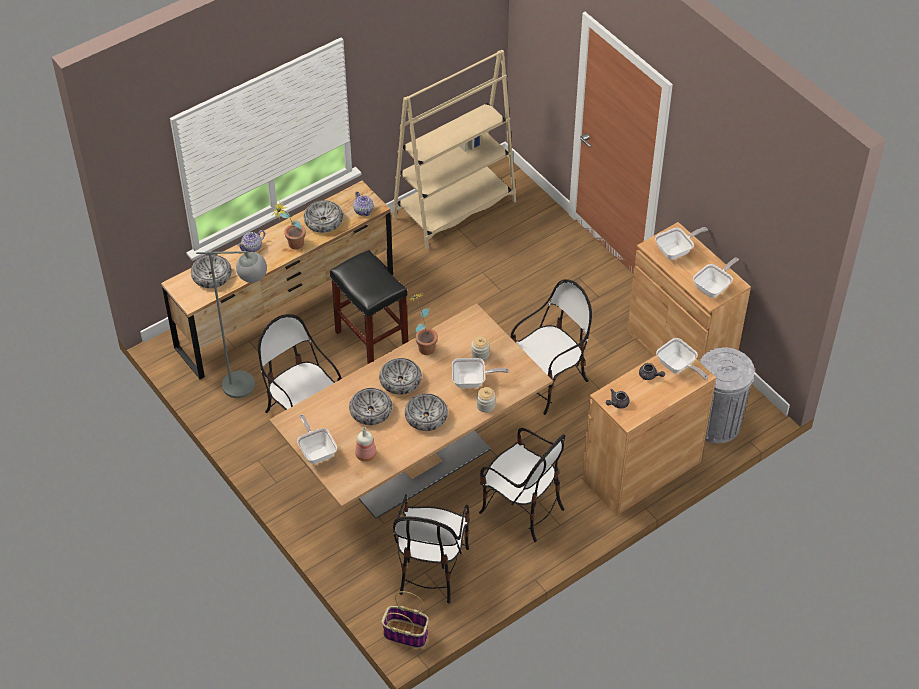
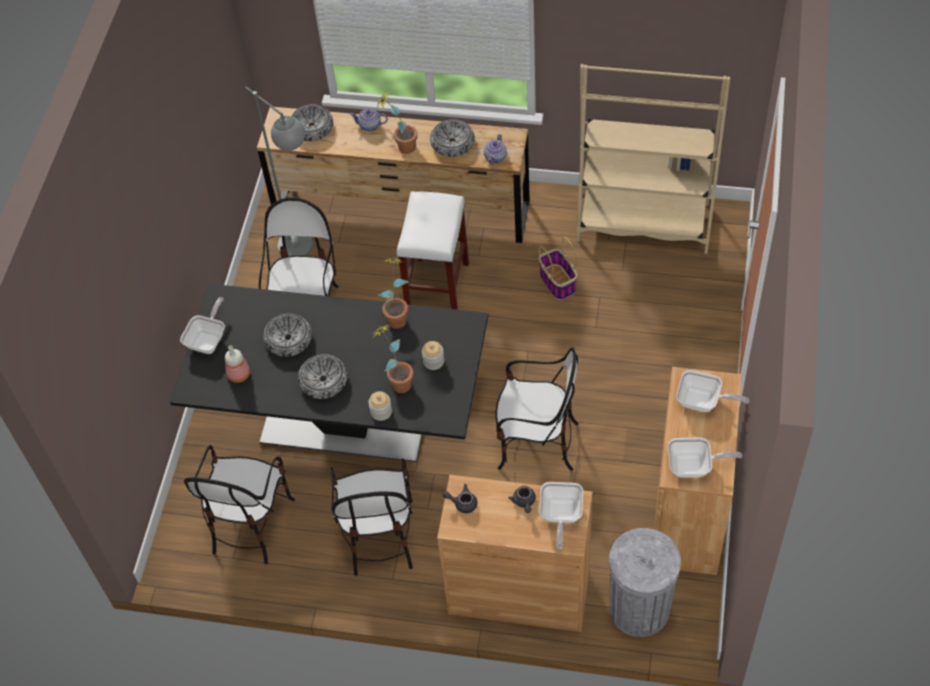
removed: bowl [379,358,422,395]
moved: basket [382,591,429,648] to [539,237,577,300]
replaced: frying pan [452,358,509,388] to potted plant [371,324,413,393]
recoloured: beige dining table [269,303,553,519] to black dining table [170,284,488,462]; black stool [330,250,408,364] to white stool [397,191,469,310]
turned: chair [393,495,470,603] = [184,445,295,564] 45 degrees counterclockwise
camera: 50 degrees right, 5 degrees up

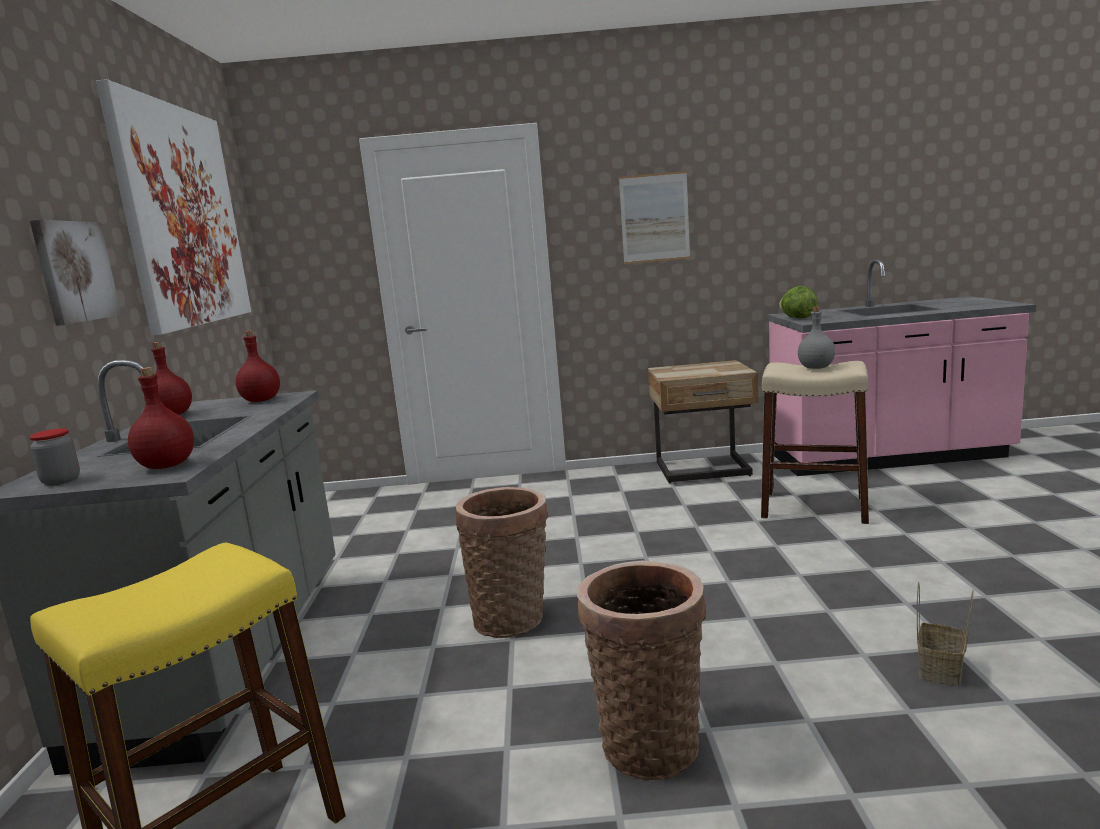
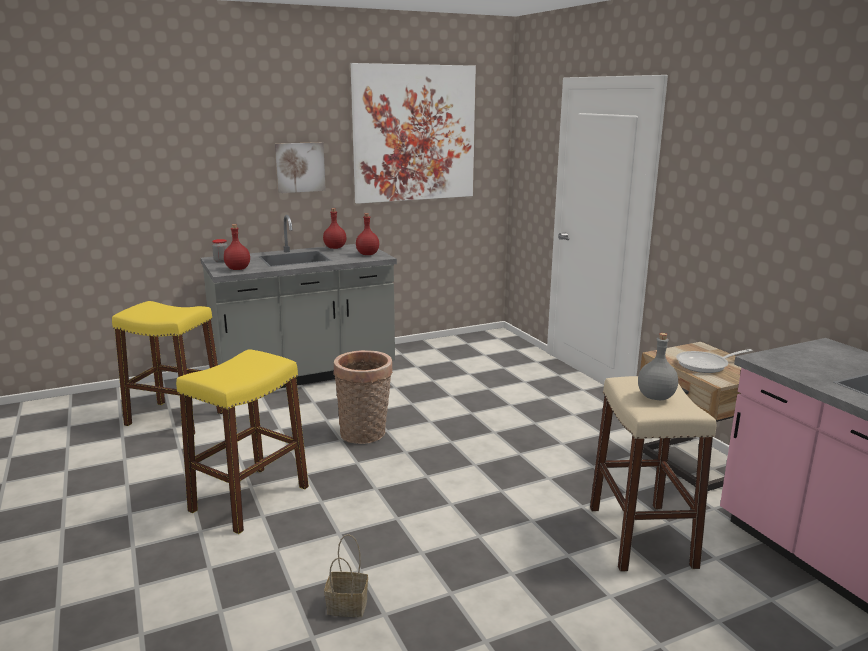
removed: picture [619,171,690,264]; lettuce [779,286,817,319]
added: frying pan [676,349,753,373]
replaced: basket [577,560,706,780] to yellow stool [176,349,309,534]
camera: 65 degrees right, 5 degrees up

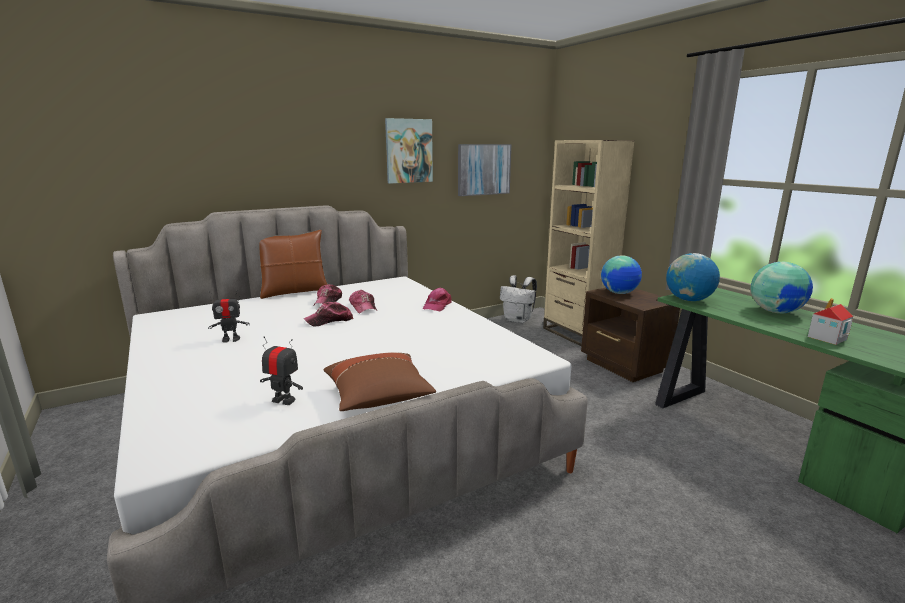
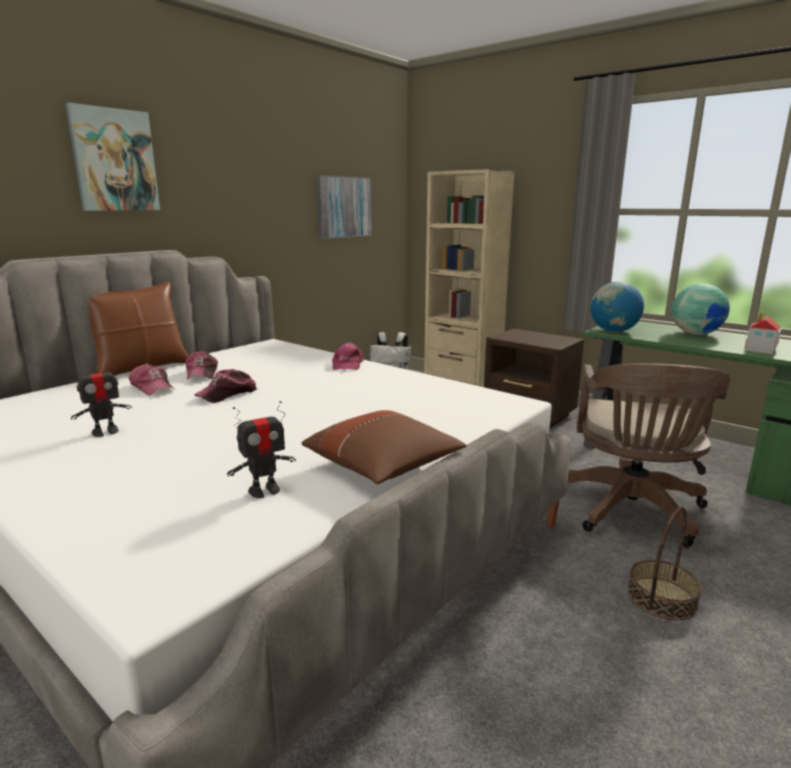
removed: globe [601,255,642,294]
added: brown office chair [567,363,731,548]; basket [628,507,702,620]
moved: cap [349,290,377,314] to [129,364,174,396]; picture [385,118,433,184] to [65,103,160,211]
turned: toy robot [260,336,303,405] = [227,401,296,498] 150 degrees clockwise
camera: 20 degrees left, 0 degrees up

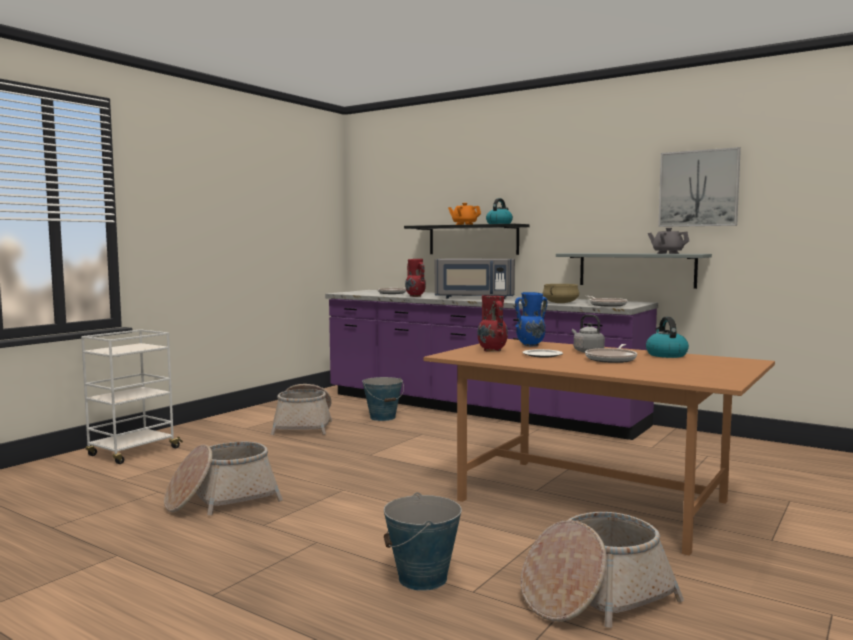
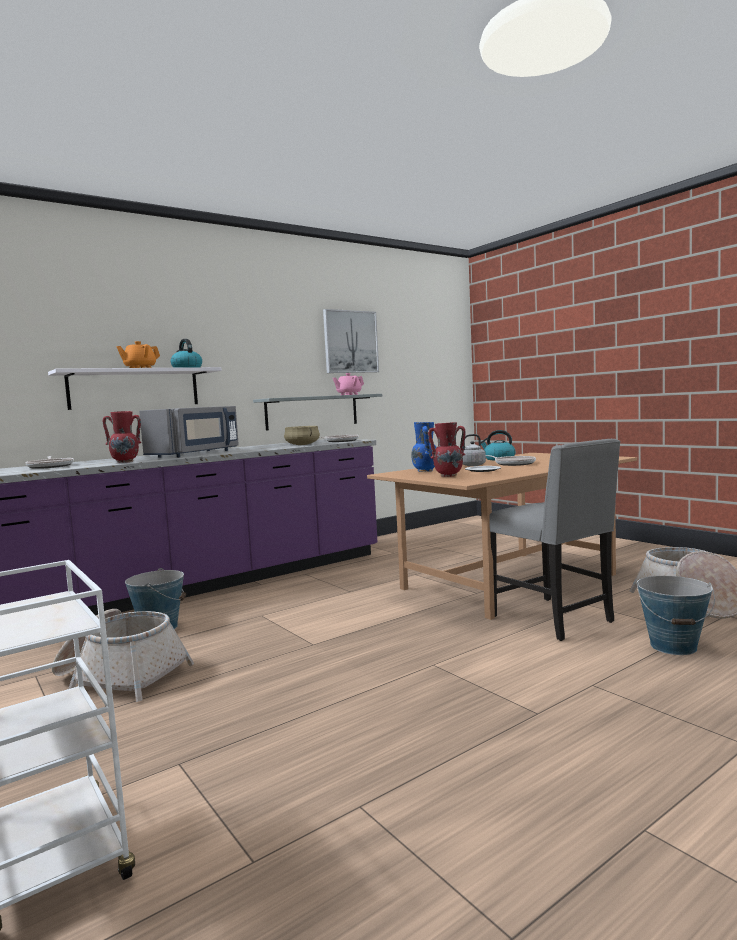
removed: basket [164,442,283,515]
added: grey chair [489,439,621,641]
recoloured: black shelf [404,224,530,255] to white shelf [48,367,222,410]; grey teapot [648,228,689,254] to pink teapot [333,373,364,395]
camera: 70 degrees left, 0 degrees up

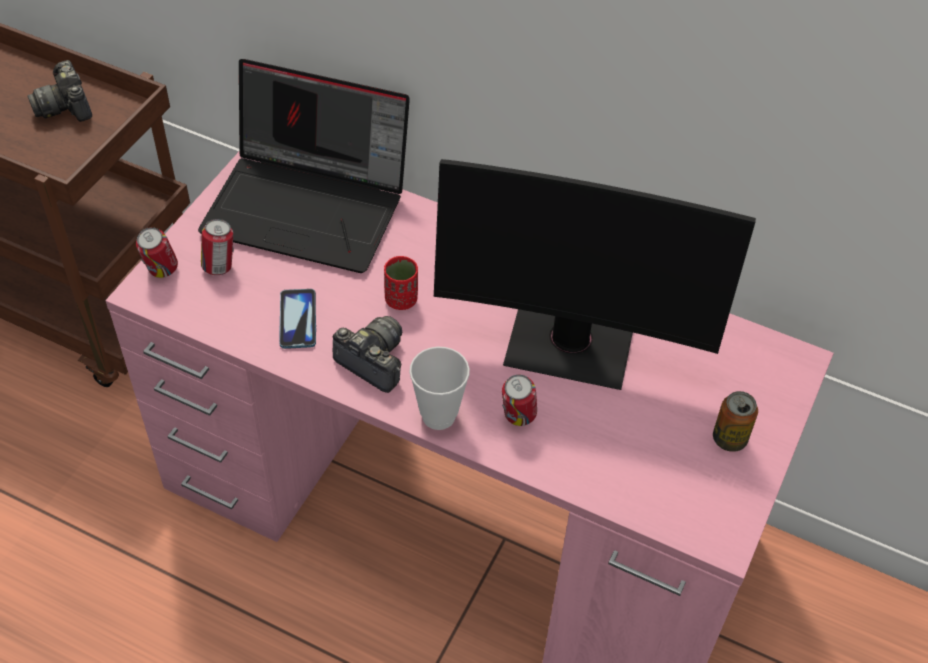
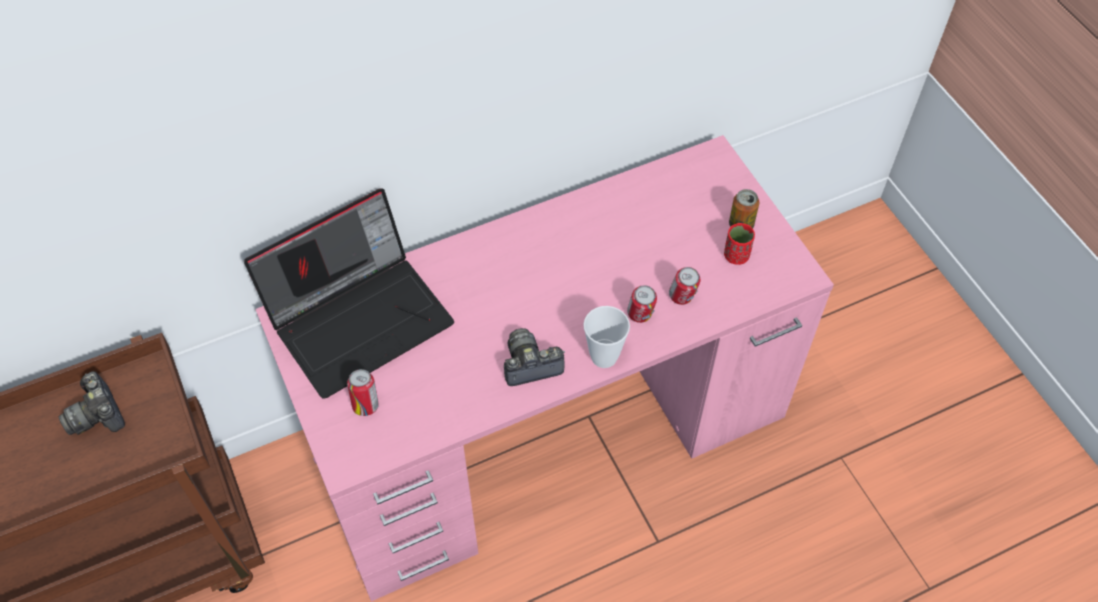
removed: phone [279,289,316,349]; monitor [434,159,756,390]
moved: can [136,227,178,278] to [669,267,700,305]; red cup [384,256,418,310] to [724,223,755,265]
turned: photo camera [28,60,92,122] = [59,371,125,435] 45 degrees clockwise
camera: 50 degrees left, 5 degrees up

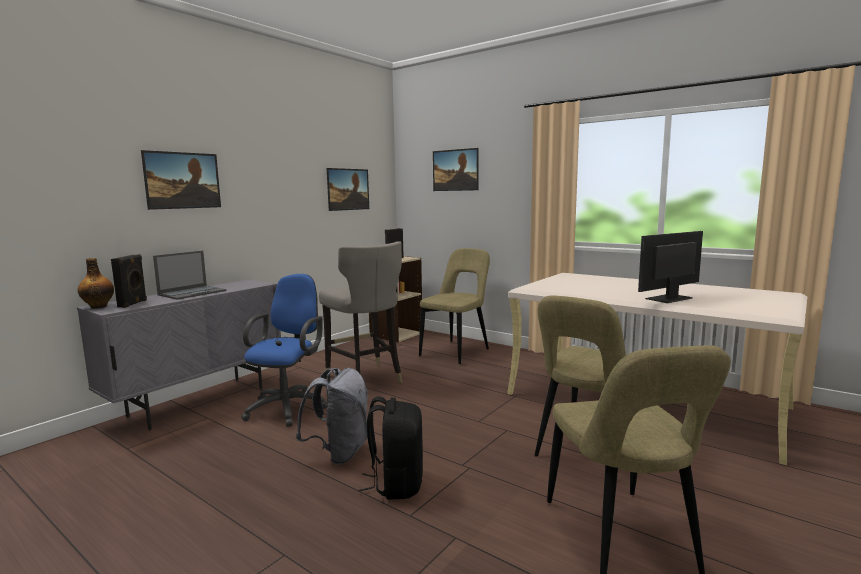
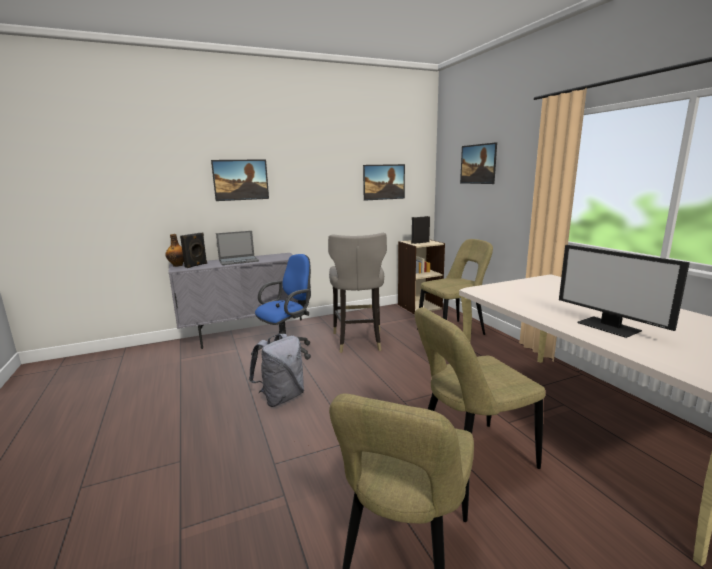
removed: black backpack [359,397,423,500]
turned: monitor [638,231,703,303] = [559,245,690,338] 120 degrees counterclockwise
camera: 30 degrees right, 5 degrees up

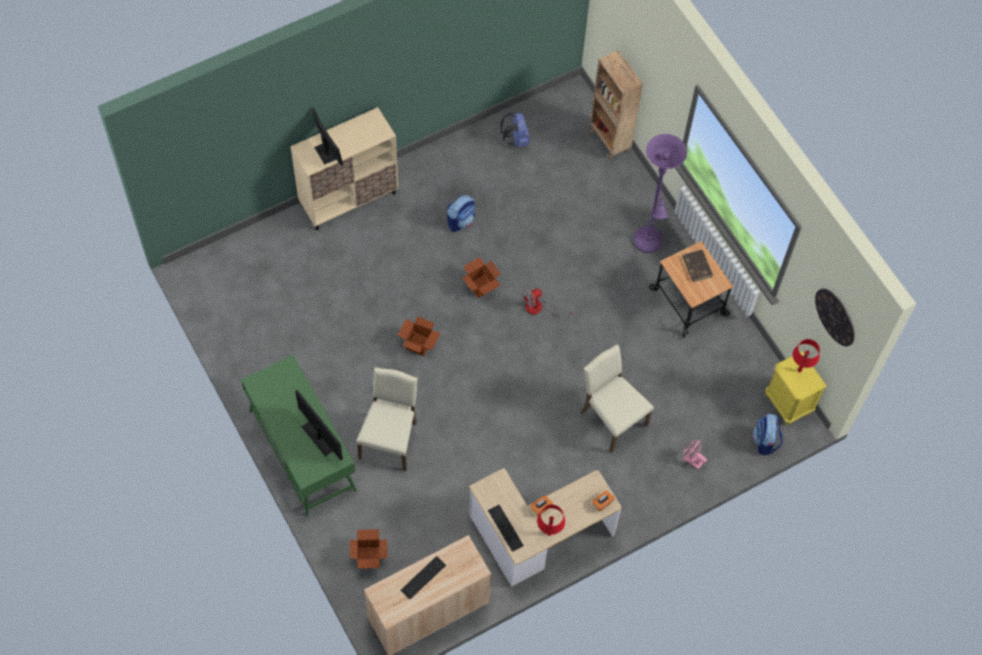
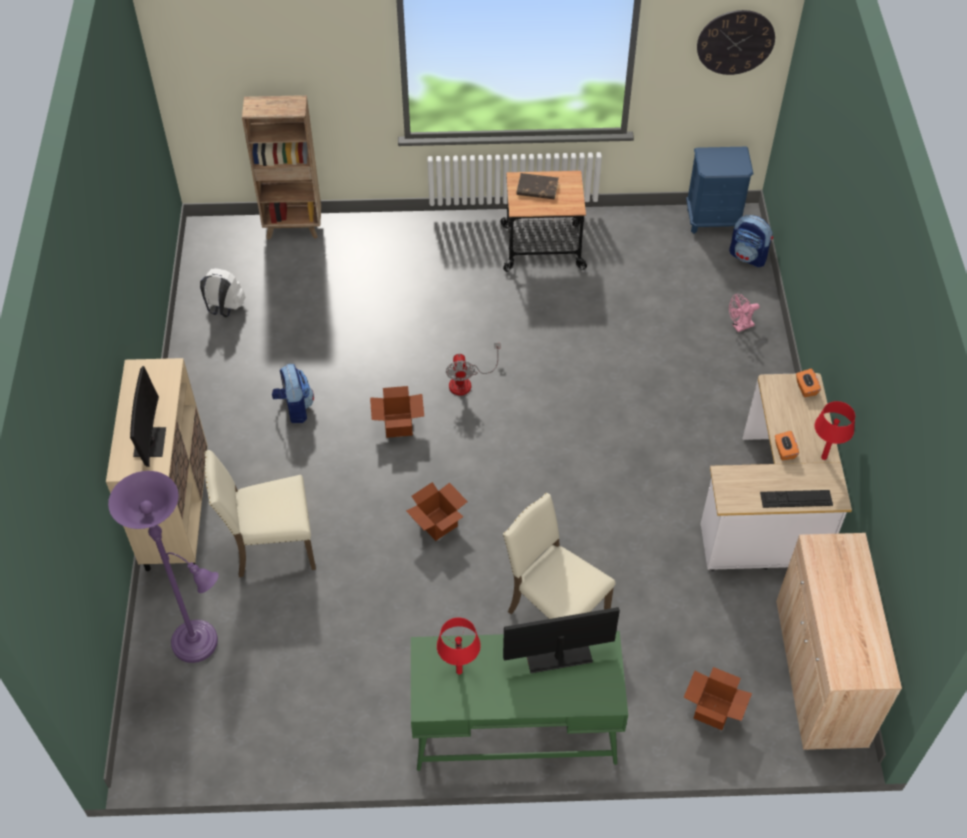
removed: keyboard [400,556,446,600]
moved: beige chair [581,344,654,453] to [204,450,316,577]; purple floor lamp [633,134,687,253] to [108,471,219,663]; red table lamp [793,339,820,372] to [437,617,481,675]
recoloured: blue backpack [501,113,530,147] to white backpack [200,268,245,317]; yellow nightstand [765,351,827,426] to blue nightstand [686,147,754,234]
turned: monitor [312,107,343,165] = [130,366,166,467] 90 degrees clockwise
camera: 60 degrees left, 10 degrees down

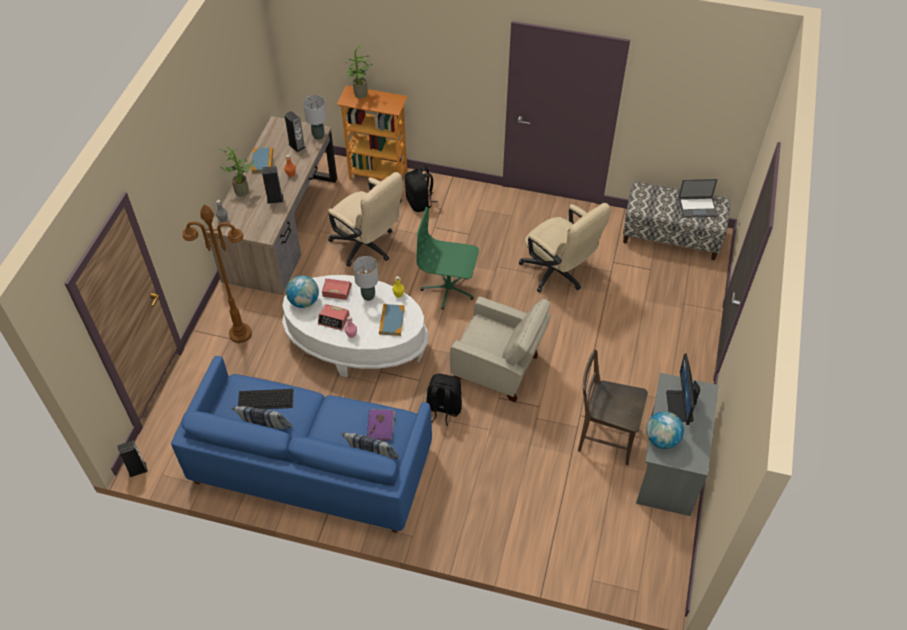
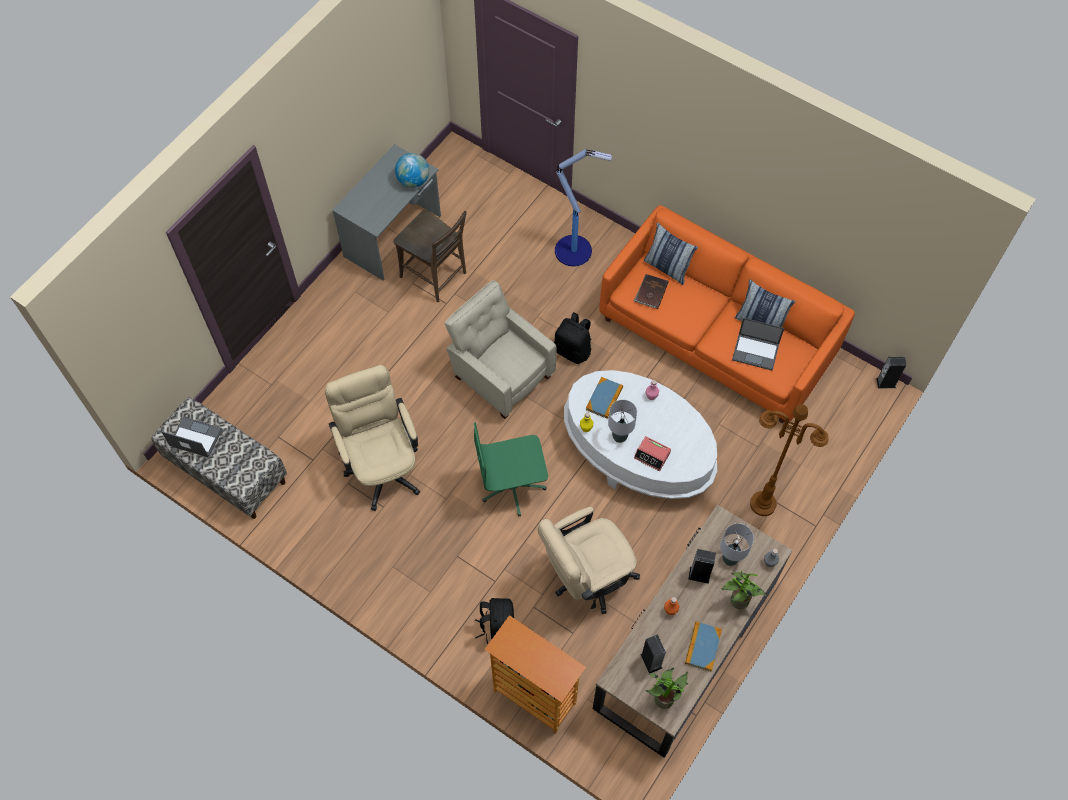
removed: globe [286,275,319,308]; alarm clock [318,304,349,330]; monitor [666,353,700,425]
added: floor lamp [555,149,612,267]
moved: grey table lamp [303,95,327,140] to [720,523,754,566]; potted plant [346,45,373,99] to [645,668,688,709]
replaced: keyboard [238,389,293,409] to laptop [732,318,784,371]
recoloured: blue sofa [171,356,432,533] to orange sofa [599,205,855,423]; purple book [367,409,395,441] to brown book [634,274,668,309]
turned: beige office chair [328,172,403,267] = [538,507,640,614] 90 degrees counterclockwise; green office chair [416,207,479,310] = [474,422,548,516] 135 degrees clockwise
camera: 160 degrees left, 10 degrees up

